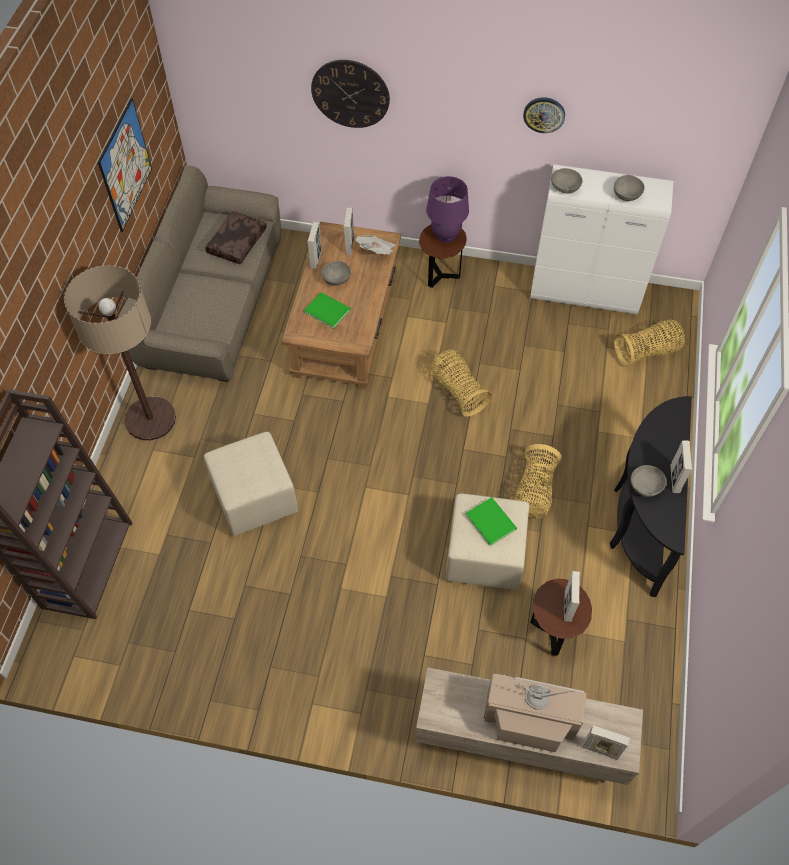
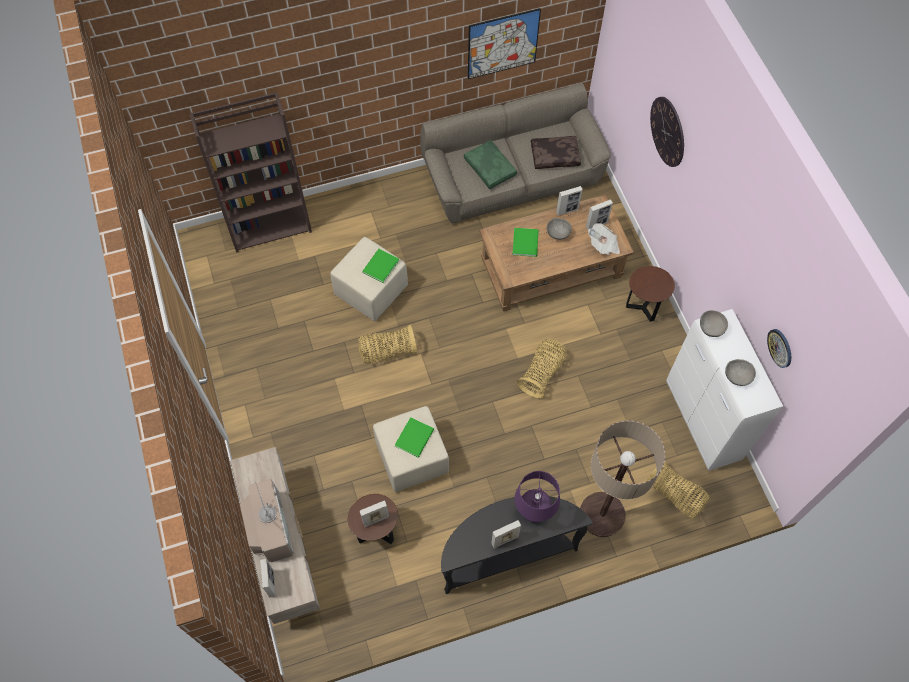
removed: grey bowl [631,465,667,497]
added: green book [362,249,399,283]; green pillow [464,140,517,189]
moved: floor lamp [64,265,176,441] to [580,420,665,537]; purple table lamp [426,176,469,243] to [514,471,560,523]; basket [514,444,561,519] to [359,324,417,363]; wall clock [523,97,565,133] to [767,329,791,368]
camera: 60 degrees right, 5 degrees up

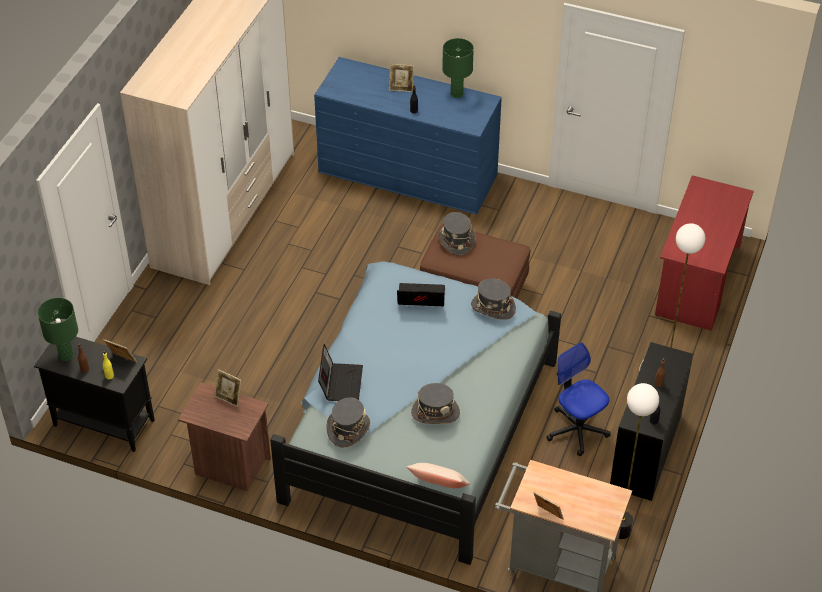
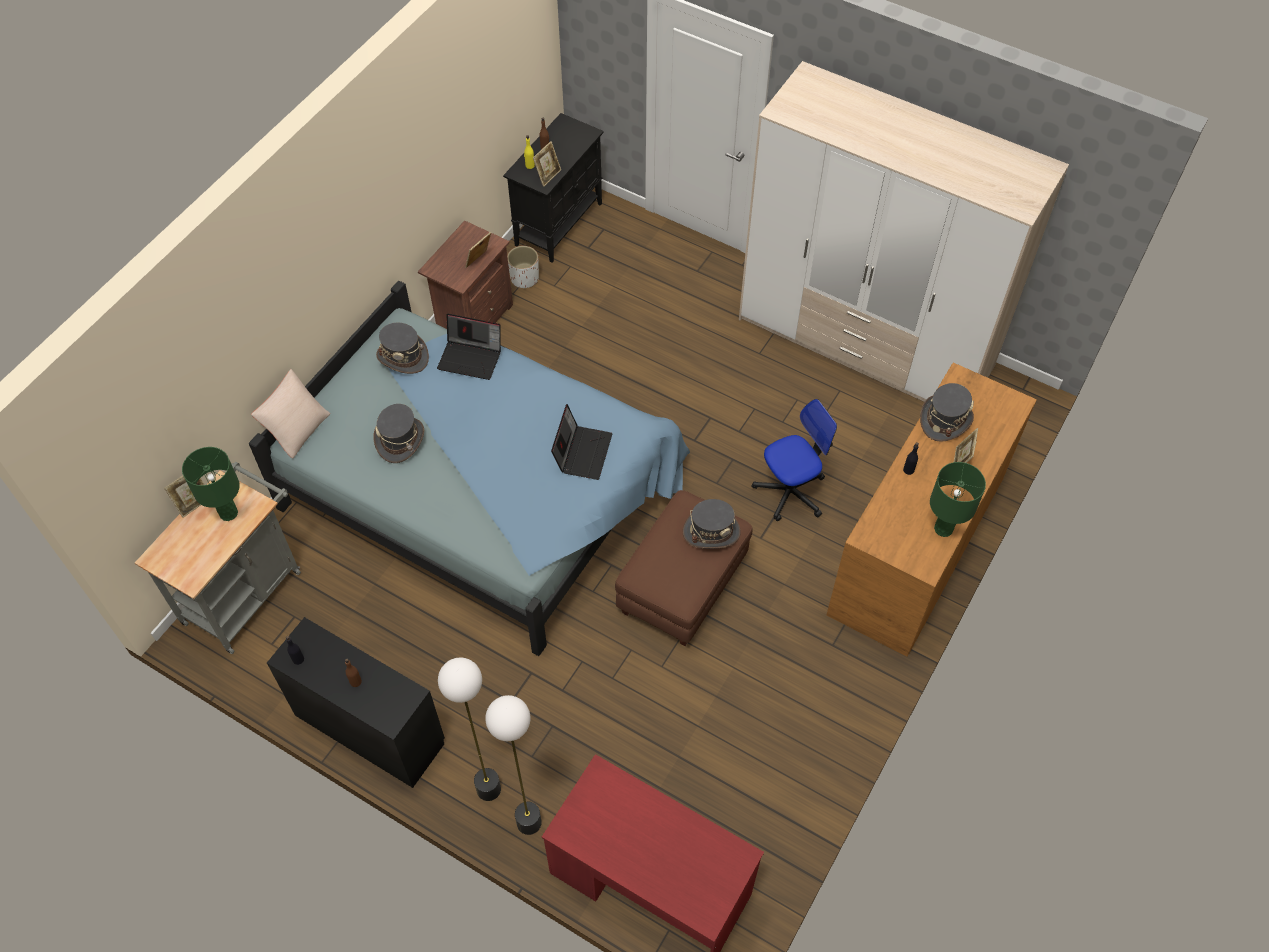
added: white planter [507,246,539,288]
moved: green table lamp [38,298,78,361] to [182,447,240,521]; grey hat [471,278,516,320] to [920,383,974,442]; office chair [546,343,611,456] to [752,399,837,521]; floor lamp [619,383,659,539] to [485,695,542,835]
recoloured: blue dresser [314,57,502,215] to brown dresser [826,363,1037,657]
camera: 100 degrees right, 10 degrees up

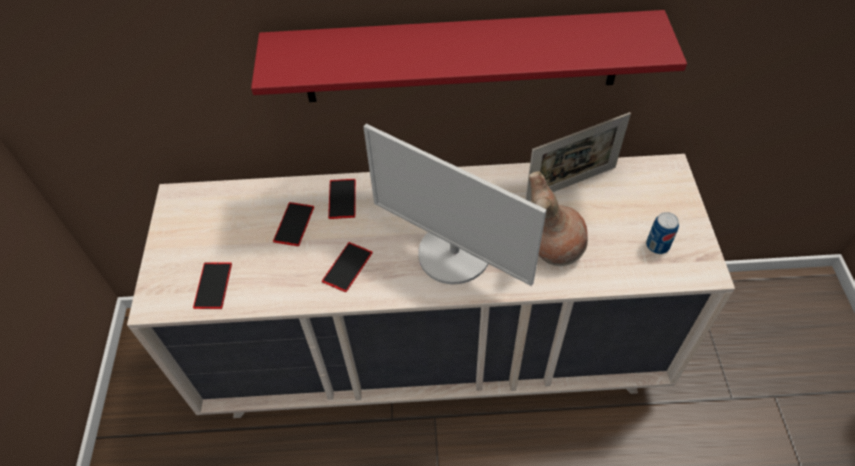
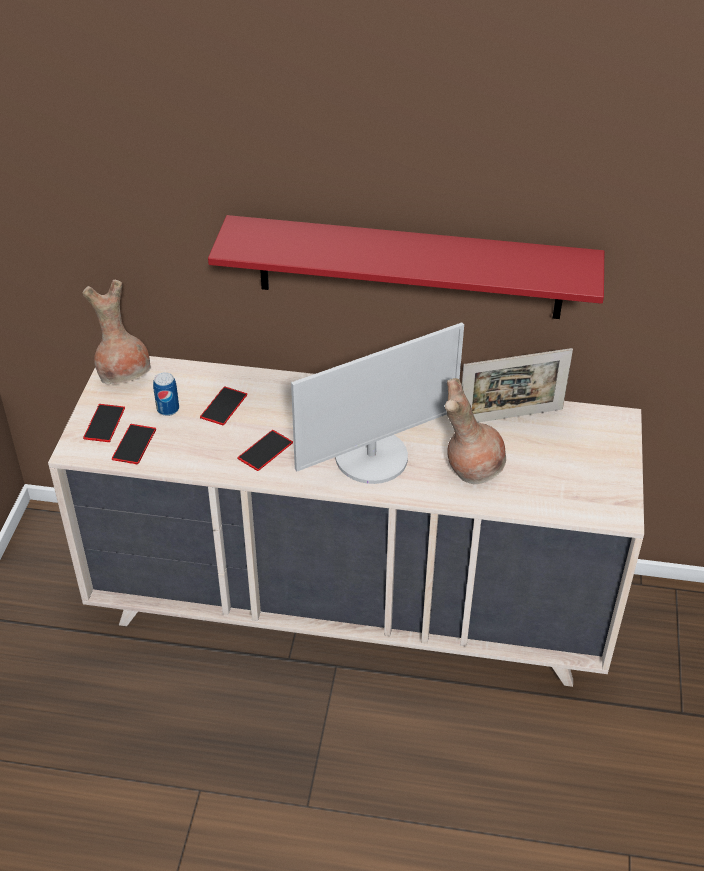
added: brown vase [83,280,151,384]
moved: phone [328,179,356,219] to [83,404,125,442]; can [646,212,679,254] to [153,372,179,416]
turned: monitor [363,124,547,286] = [291,323,464,484] 75 degrees counterclockwise
camera: 10 degrees right, 10 degrees down

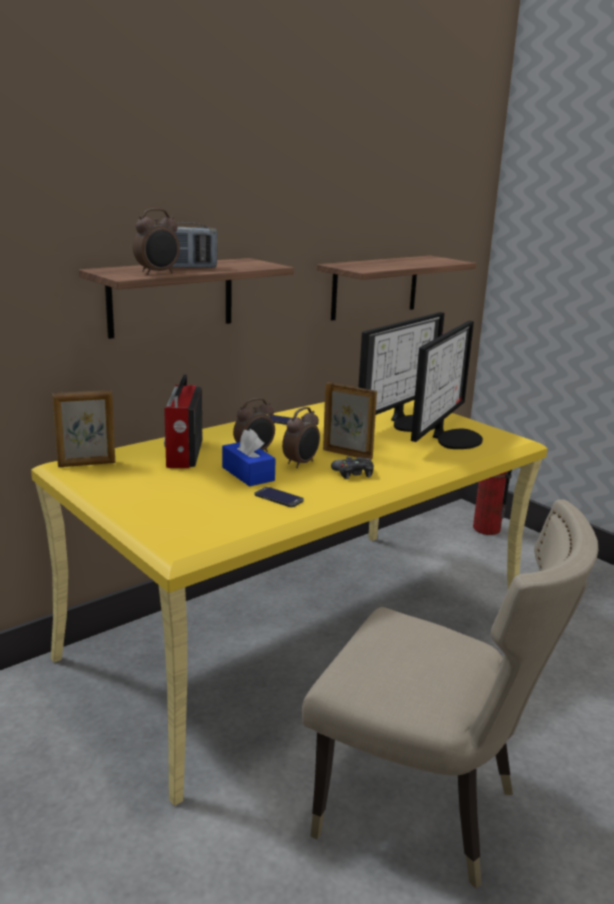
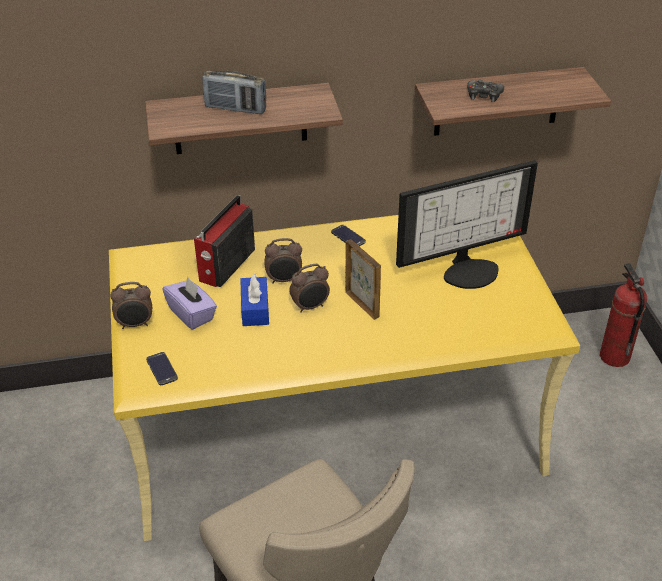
removed: picture frame [52,390,115,467]; monitor [411,320,483,449]
added: purple tissue box [162,276,217,330]
moved: alarm clock [133,208,180,275] to [110,282,152,329]; phone [255,487,304,507] to [146,352,178,385]; black game controller [331,457,374,479] to [467,80,504,102]
camera: 30 degrees right, 20 degrees up

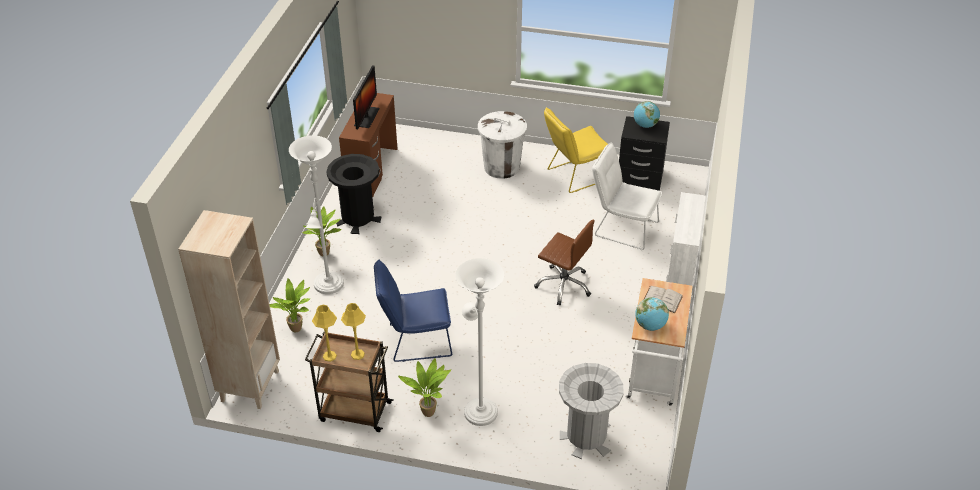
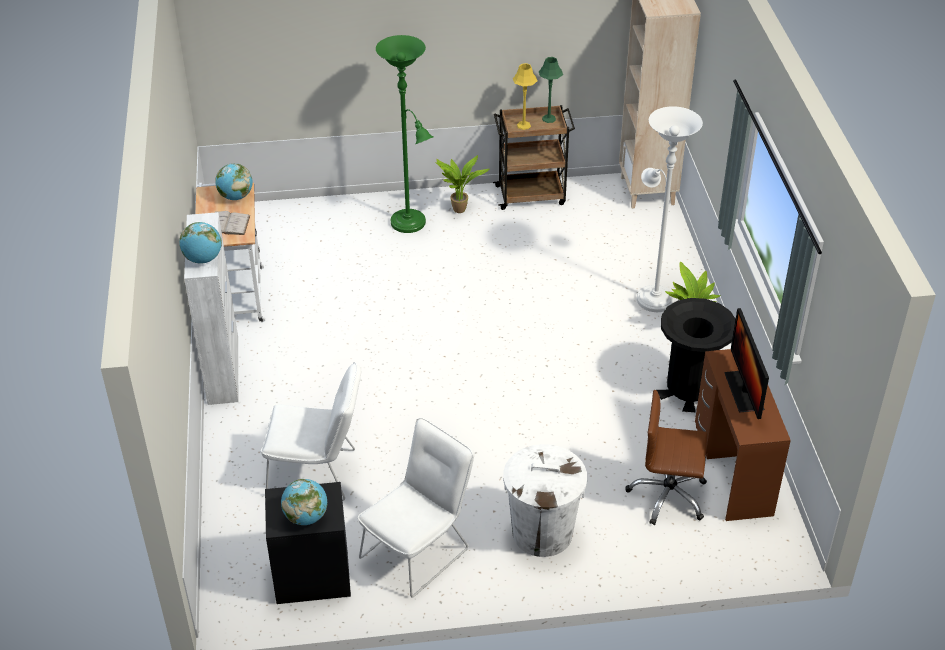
removed: potted plant [269,278,310,332]; blue chair [374,259,452,362]; grey trash can [559,363,624,459]
added: globe [179,222,222,264]
moved: brown office chair [534,220,595,306] to [625,390,707,525]
recoloured: yellow table lamp [312,305,337,362] to green table lamp [539,57,563,123]; white floor lamp [455,258,504,426] to green floor lamp [376,35,433,233]; yellow chair [544,107,608,193] to white chair [358,418,474,598]
camera: 160 degrees right, 0 degrees up

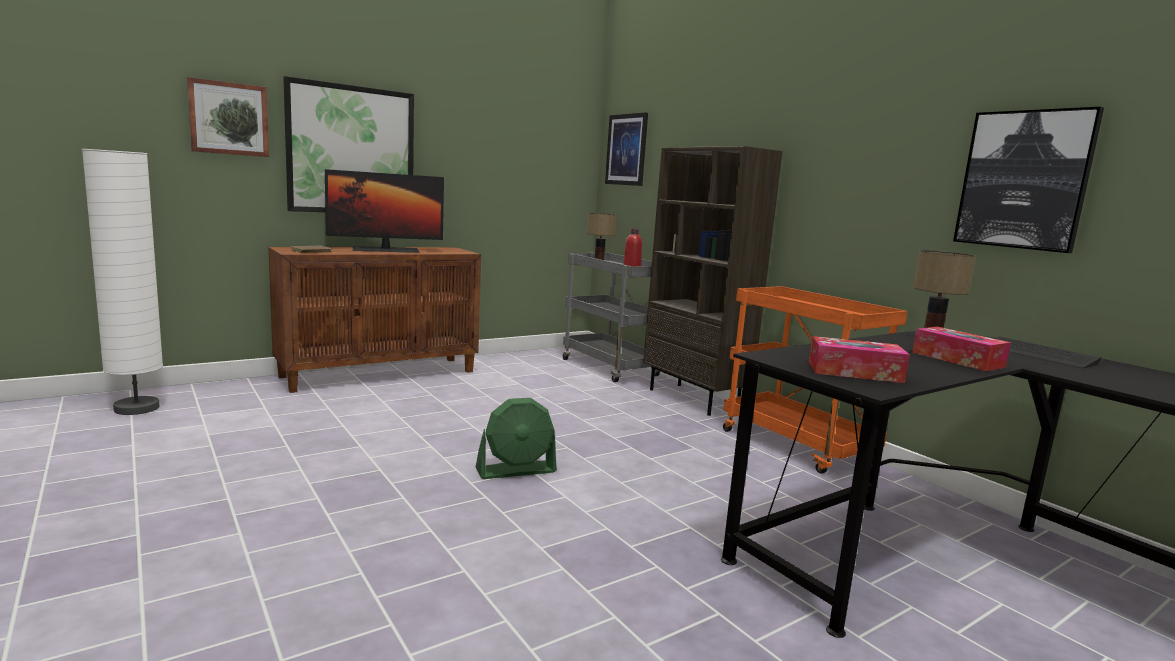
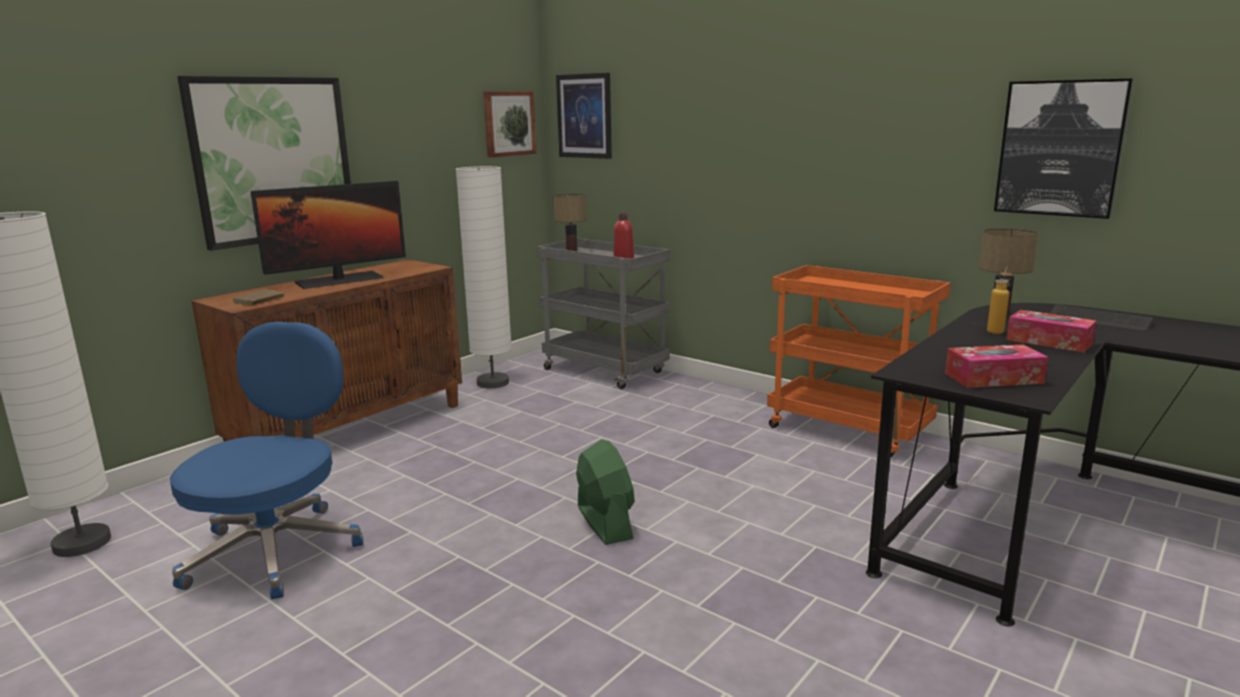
removed: brown bookcase [643,146,782,416]
added: blue office chair [170,322,363,599]; white floor lamp [456,166,512,388]; bottle [987,267,1013,334]
moved: picture [187,77,269,157] to [483,91,537,157]
turned: green fan [476,398,557,479] = [576,439,635,545] 75 degrees counterclockwise
camera: 15 degrees left, 5 degrees up

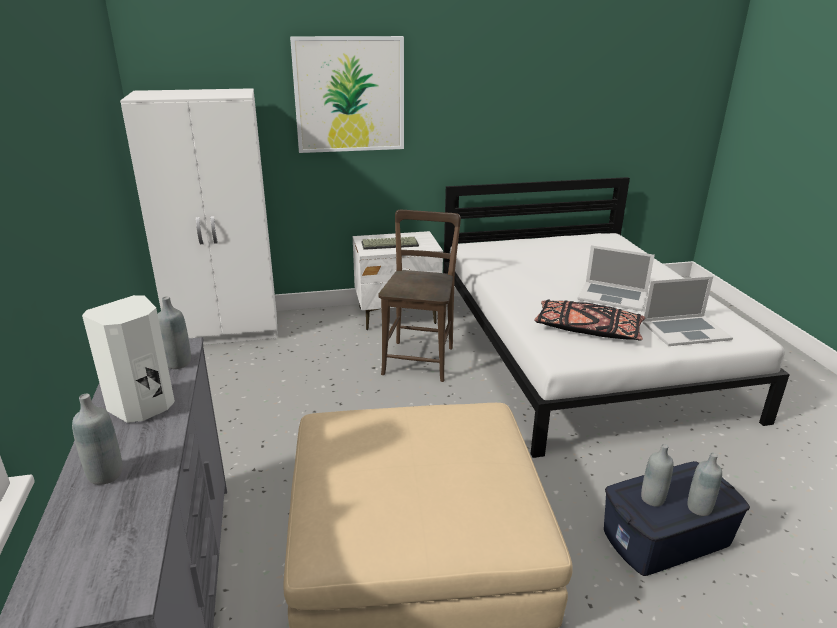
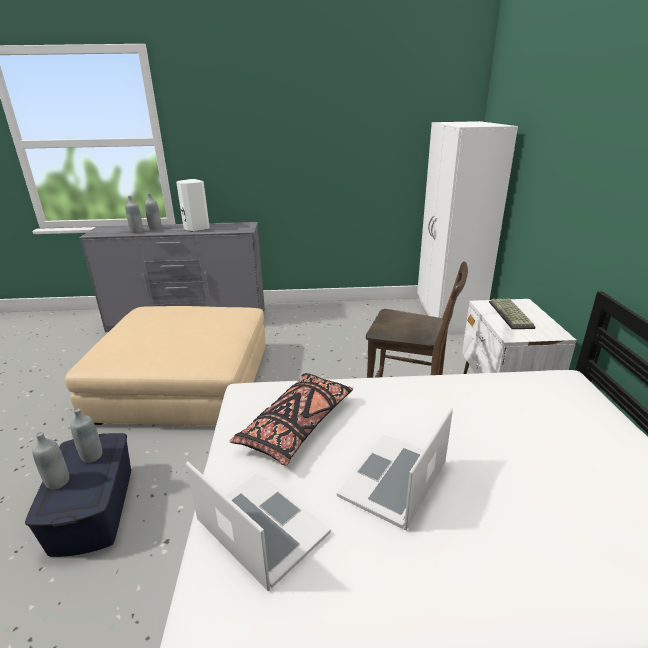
removed: picture [290,36,404,153]
moved: grey bottle [158,296,191,369] to [125,196,143,233]
turned: laptop [643,276,733,346] = [186,461,331,591] 135 degrees clockwise
camera: 100 degrees right, 0 degrees up

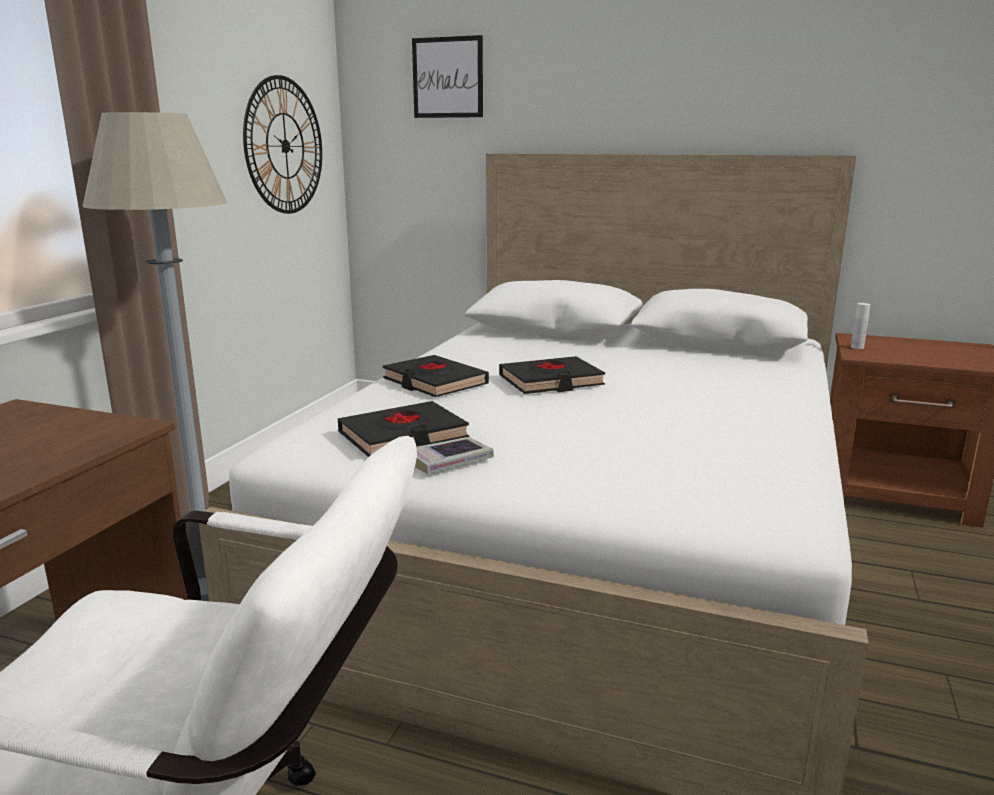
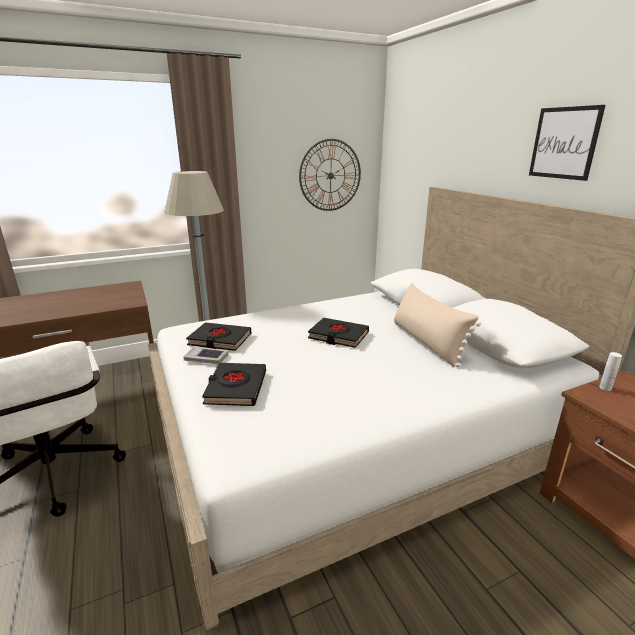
added: beige pillow [394,283,481,367]
moved: black book [383,355,489,397] to [202,363,266,406]; picture [412,35,483,118] to [529,105,605,181]
camera: 45 degrees right, 5 degrees up

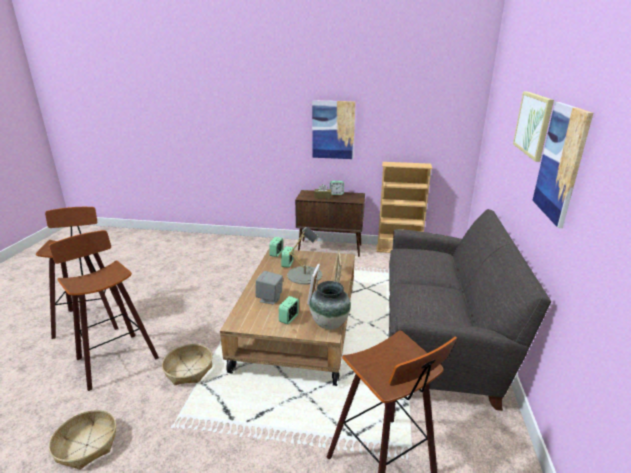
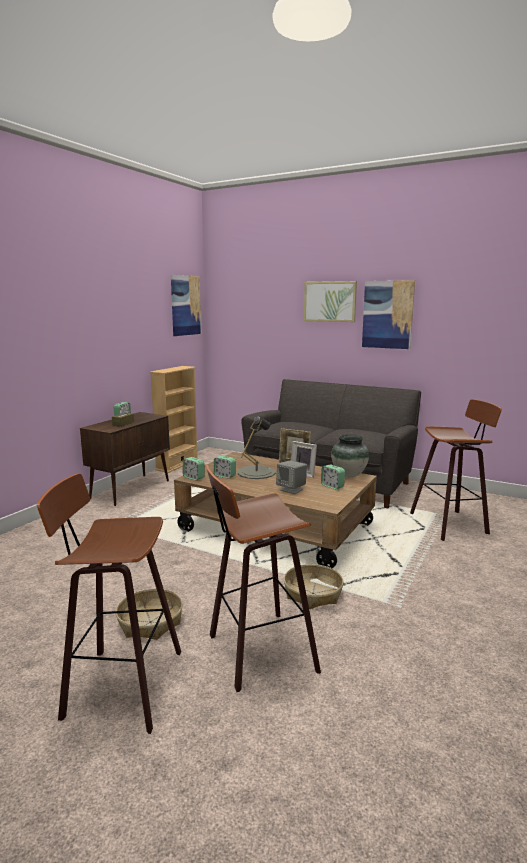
moved: basket [49,410,116,470] to [116,589,183,640]; picture [312,100,355,159] to [171,275,201,336]
camera: 70 degrees left, 10 degrees down

